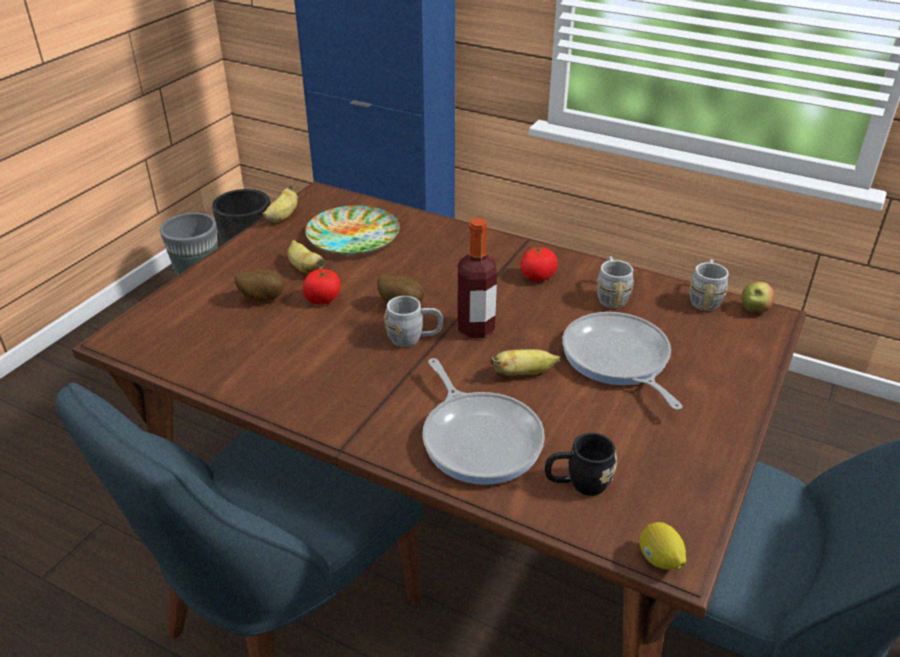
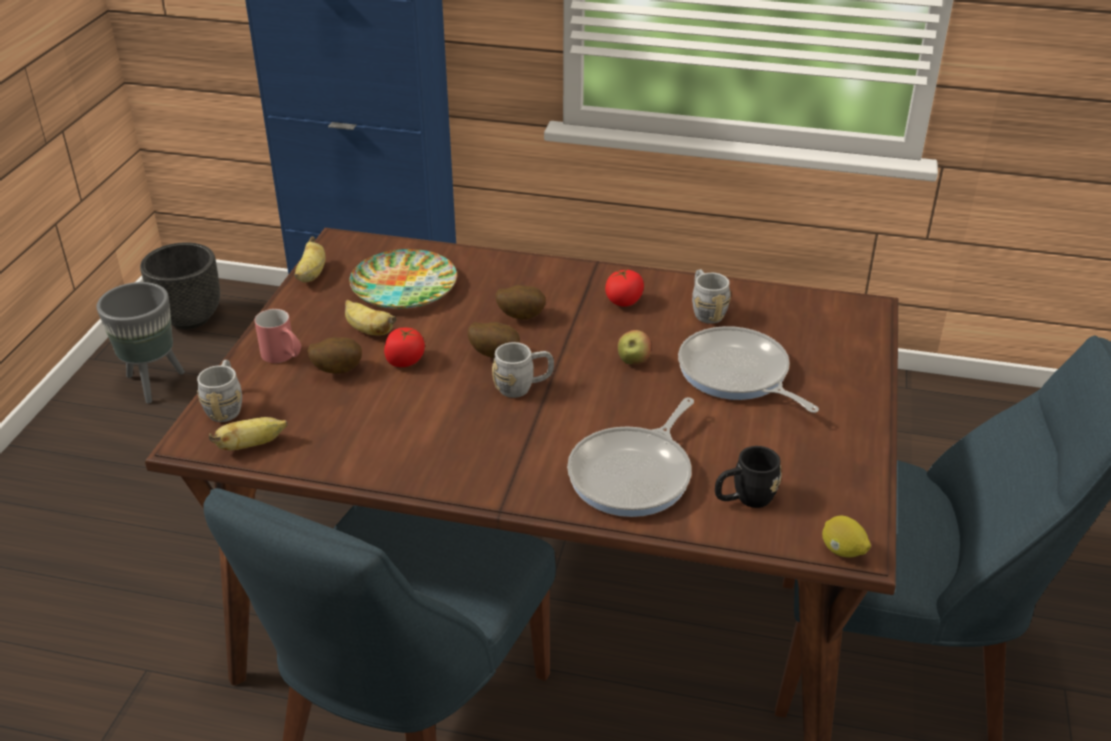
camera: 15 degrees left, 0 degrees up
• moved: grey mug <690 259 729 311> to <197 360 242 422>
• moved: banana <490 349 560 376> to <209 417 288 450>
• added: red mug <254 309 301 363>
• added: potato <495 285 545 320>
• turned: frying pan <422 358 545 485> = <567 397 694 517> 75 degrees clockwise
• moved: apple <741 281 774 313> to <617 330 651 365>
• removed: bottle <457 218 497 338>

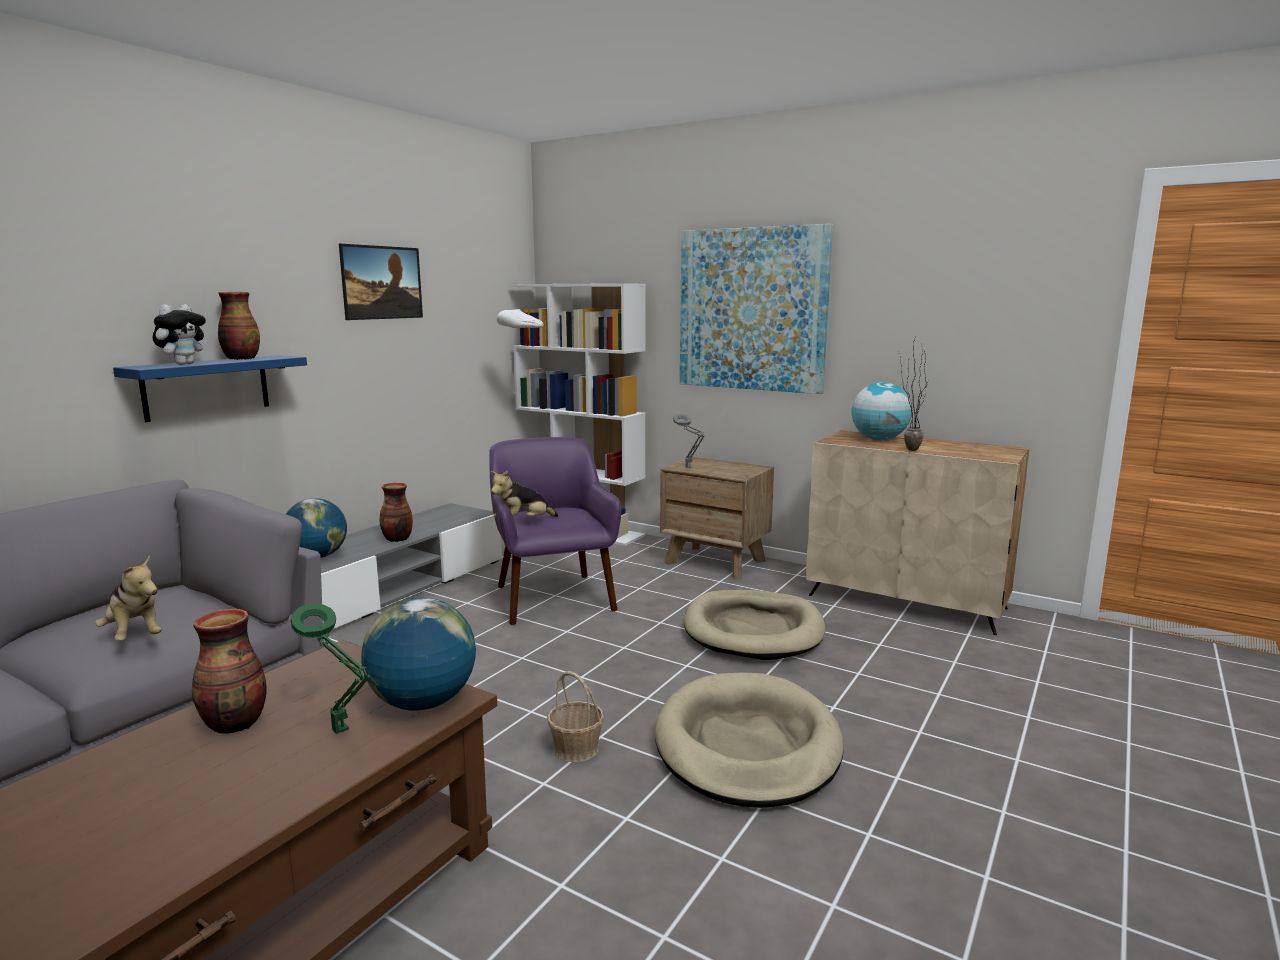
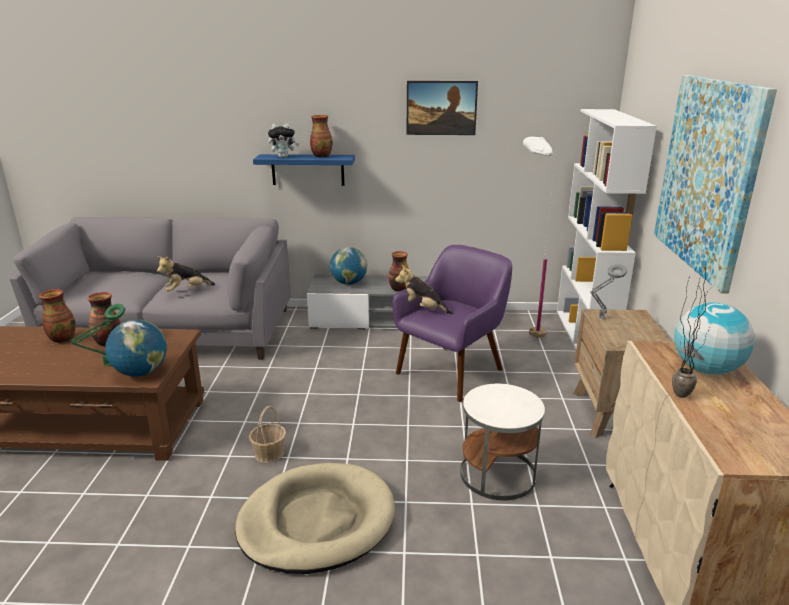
camera: 60 degrees right, 10 degrees up
• added: vase <39 289 75 343>
• turned: plush toy <95 555 162 641> = <157 256 215 292> 45 degrees clockwise
• replaced: beige dog bed <684 590 825 660> to white side table <460 384 545 500>

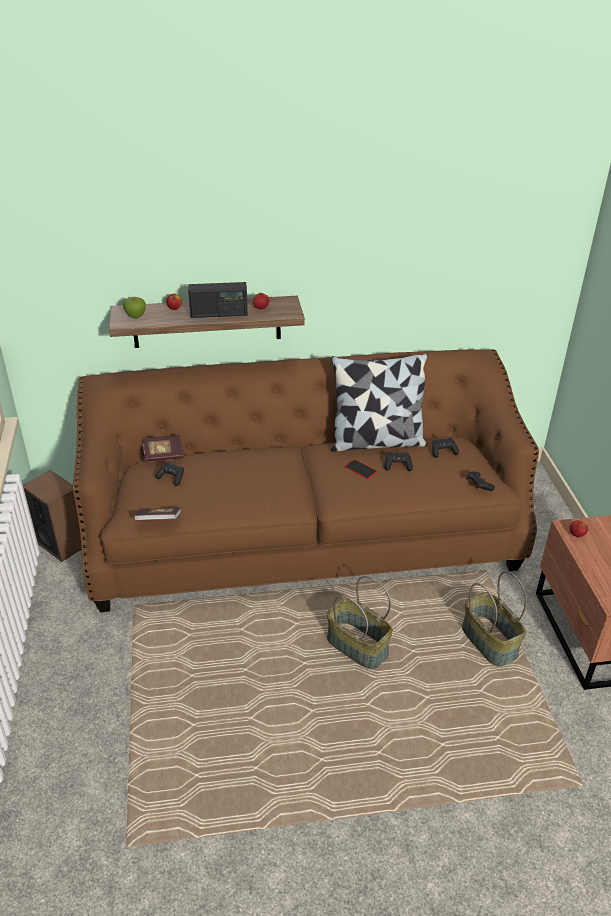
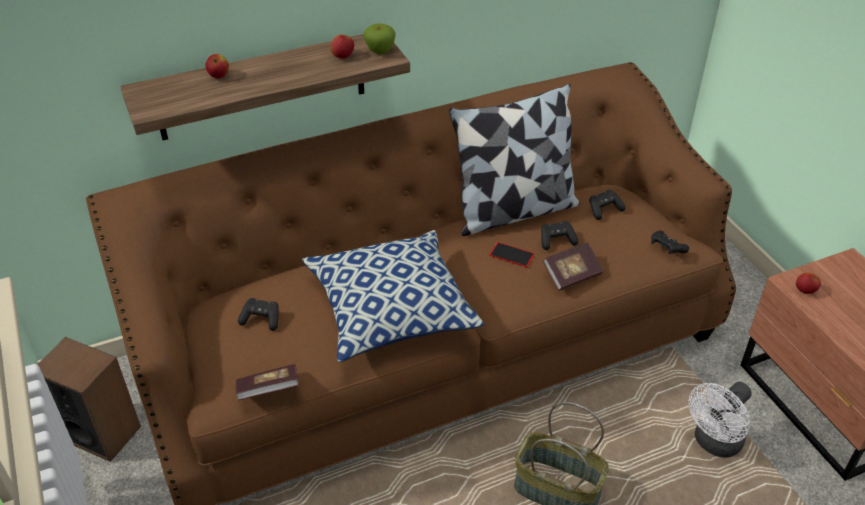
camera: 15 degrees left, 5 degrees up
• added: pillow <302 230 484 362>
• moved: apple <123 297 146 319> to <363 24 396 55>
• moved: book <142 435 184 462> to <543 242 603 291>
• replaced: basket <462 571 527 667> to white fan <689 382 752 458>
• removed: radio <188 282 248 318>

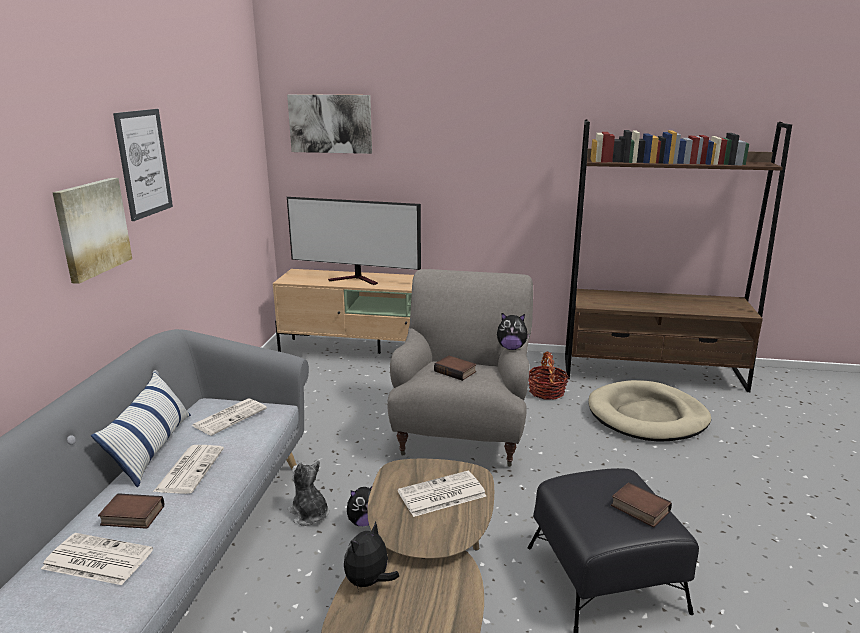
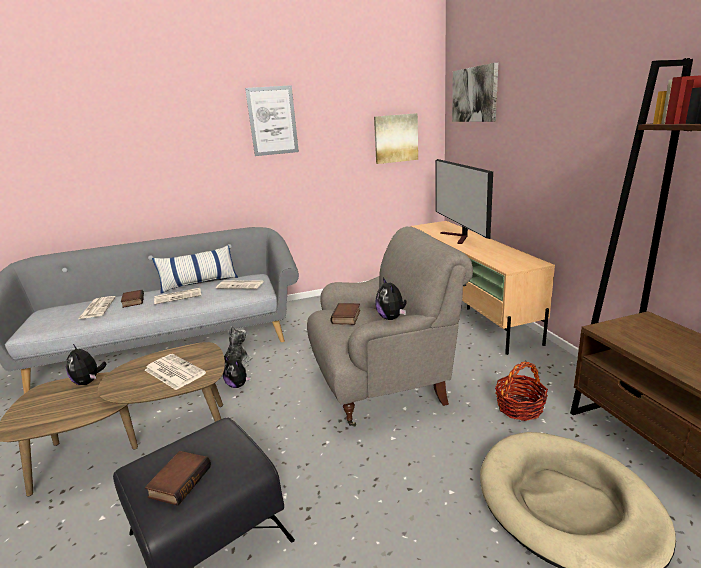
camera: 65 degrees right, 0 degrees up
• turned: plush toy <344 521 399 588> = <66 344 106 385> 135 degrees counterclockwise
• moved: picture <53 178 132 284> to <374 113 418 164>

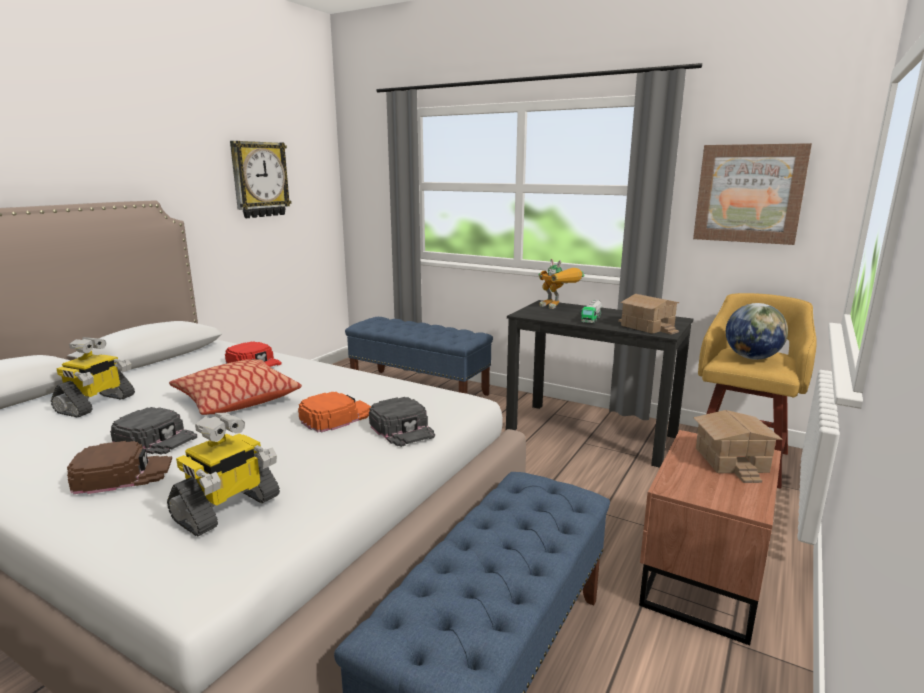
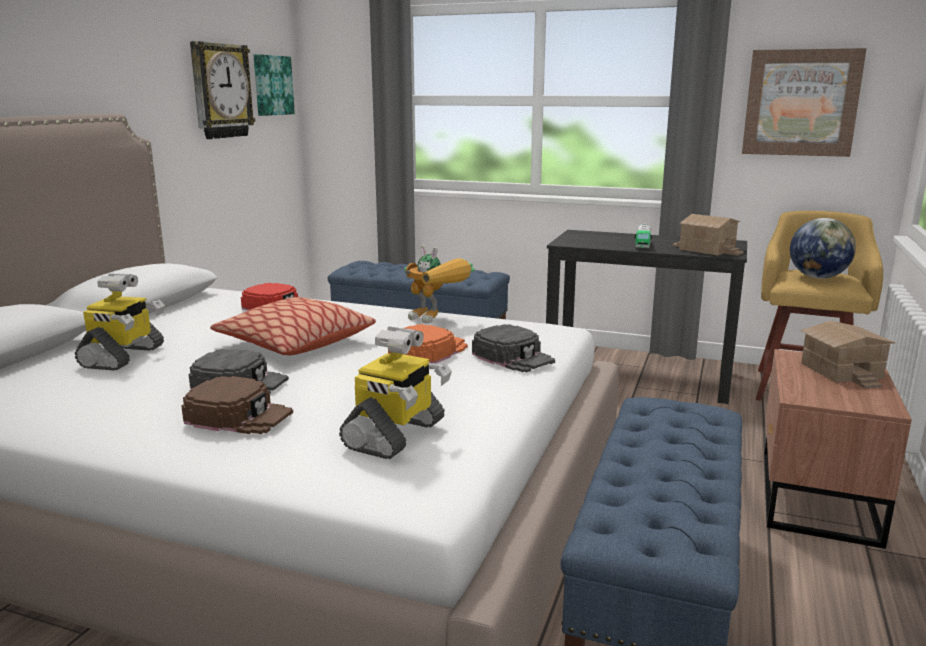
camera: 10 degrees left, 0 degrees up
• turned: brown cap <67 441 172 494> = <181 376 293 434> 45 degrees clockwise
• added: picture <254 54 295 116>
• moved: toy robot <538 259 585 309> to <404 245 475 324>

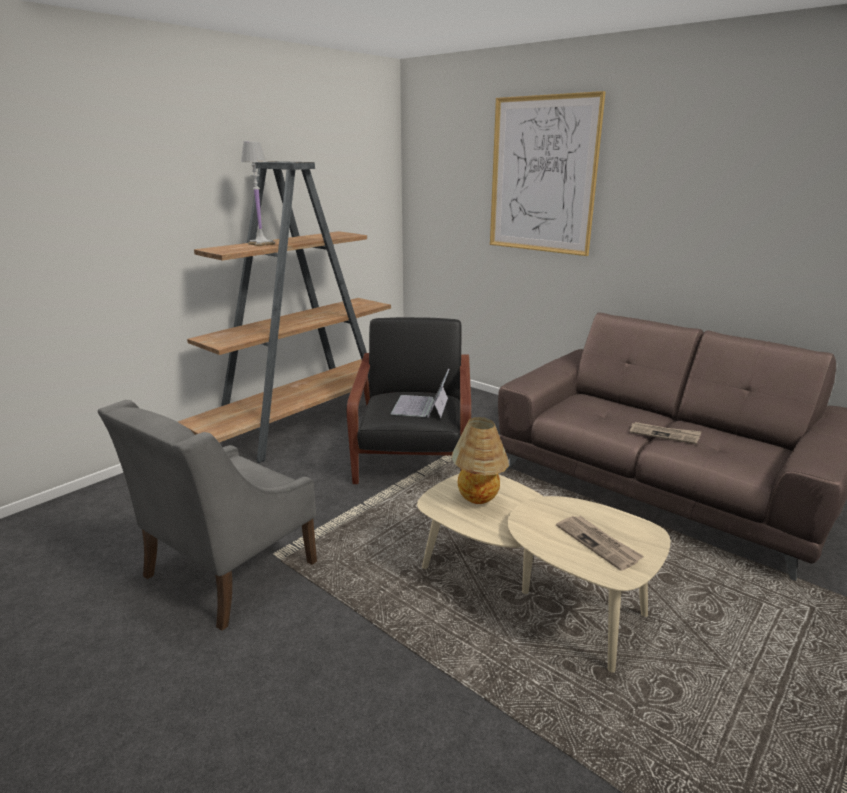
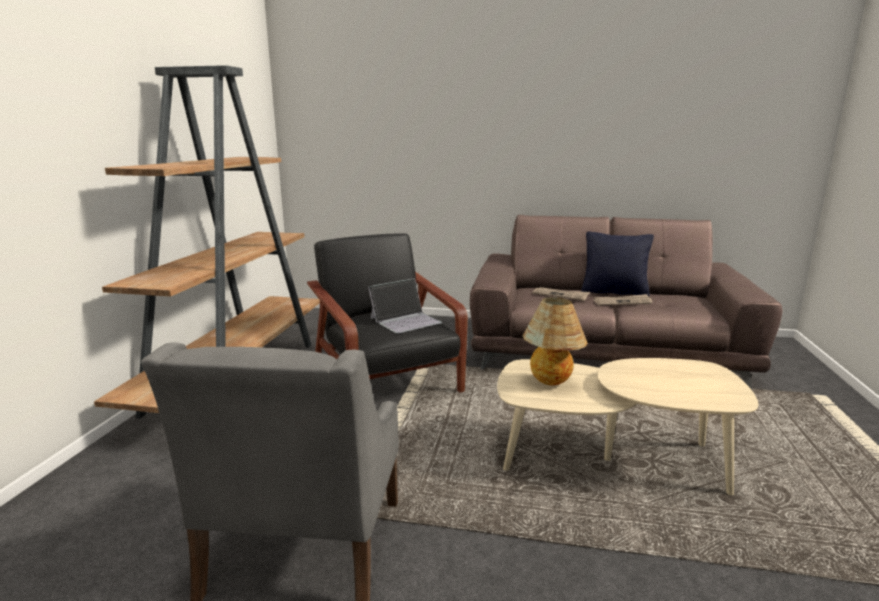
camera: 30 degrees left, 5 degrees down
• turned: laptop <391 368 450 418> = <368 278 442 334> 105 degrees counterclockwise
• moved: newspaper <556 516 644 571> to <532 287 590 301>
• added: black pillow <581 231 654 297>
• removed: white table lamp <240 141 275 246>
• removed: picture <490 91 606 256>

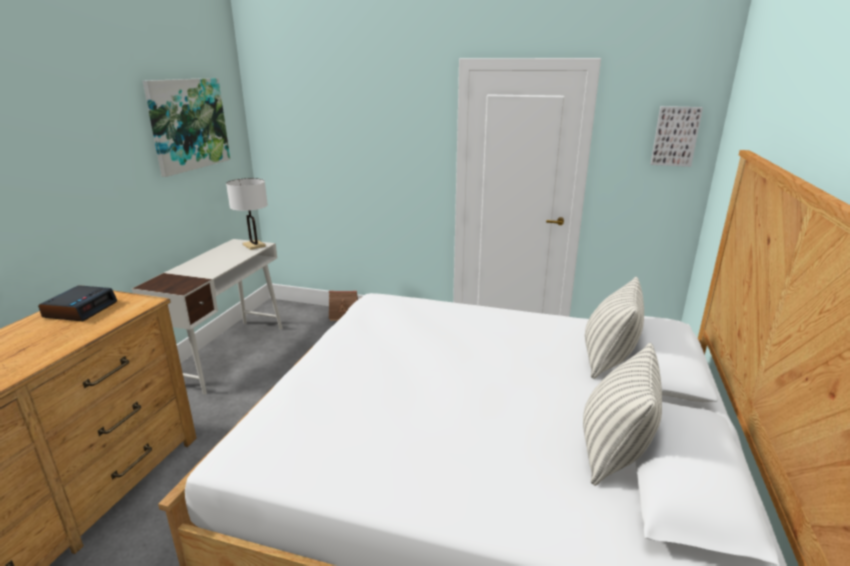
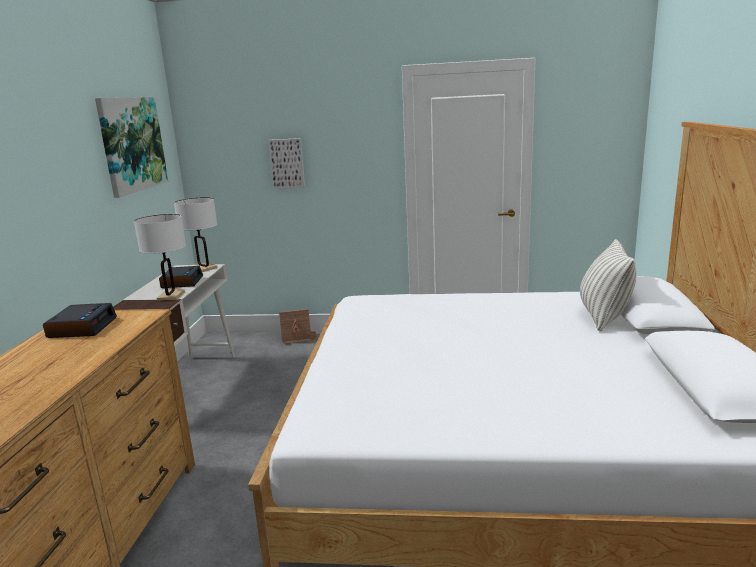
camera: 10 degrees left, 5 degrees down
• added: white table lamp <134 214 186 301>
• added: alarm clock <159 266 203 288>
• moved: picture <651 106 703 167> to <268 138 305 189>
• removed: pillow <583 343 662 486>

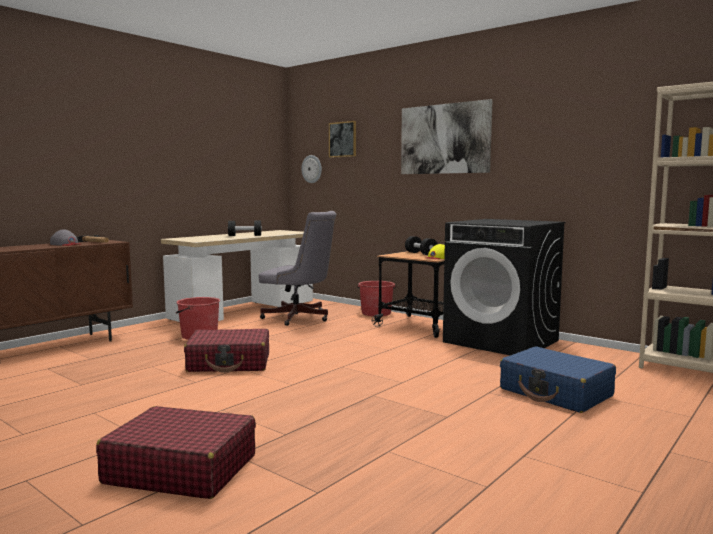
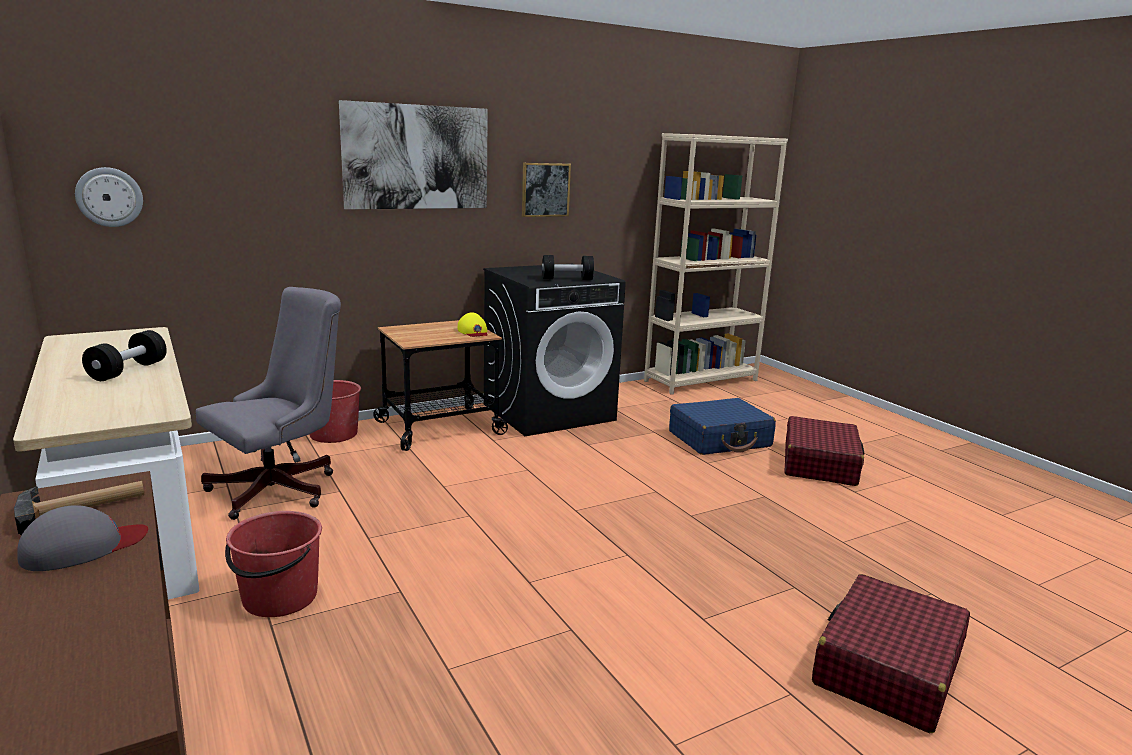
camera: 70 degrees left, 10 degrees up
• moved: picture <329 121 356 158> to <522 163 571 217>
• moved: black dumbbell <405 236 438 255> to <542 255 594 280>
• moved: red suitcase <184 329 269 373> to <785 416 864 486>

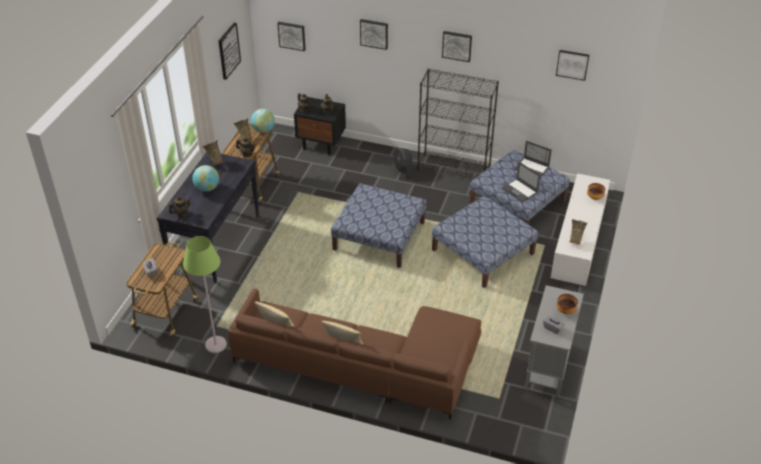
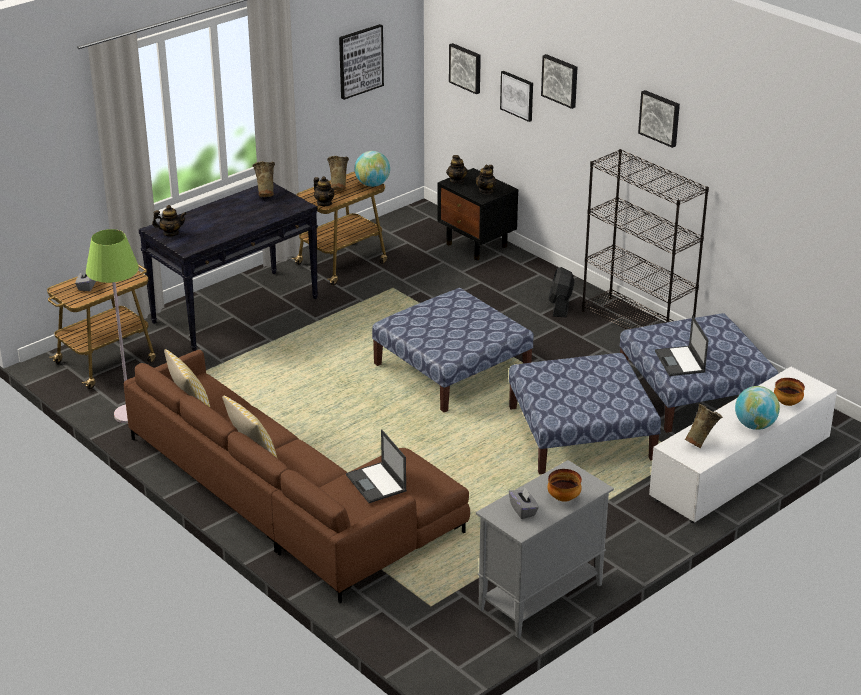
camera: 30 degrees right, 10 degrees down
• moved: laptop <515 141 552 178> to <346 429 407 503>
• moved: picture <556 50 589 81> to <500 71 533 122>
• moved: globe <192 165 219 192> to <735 386 780 430>

